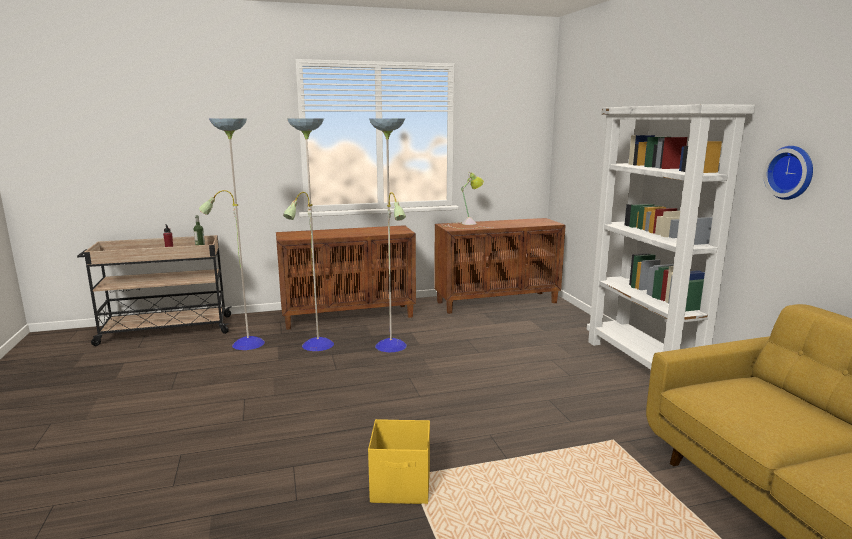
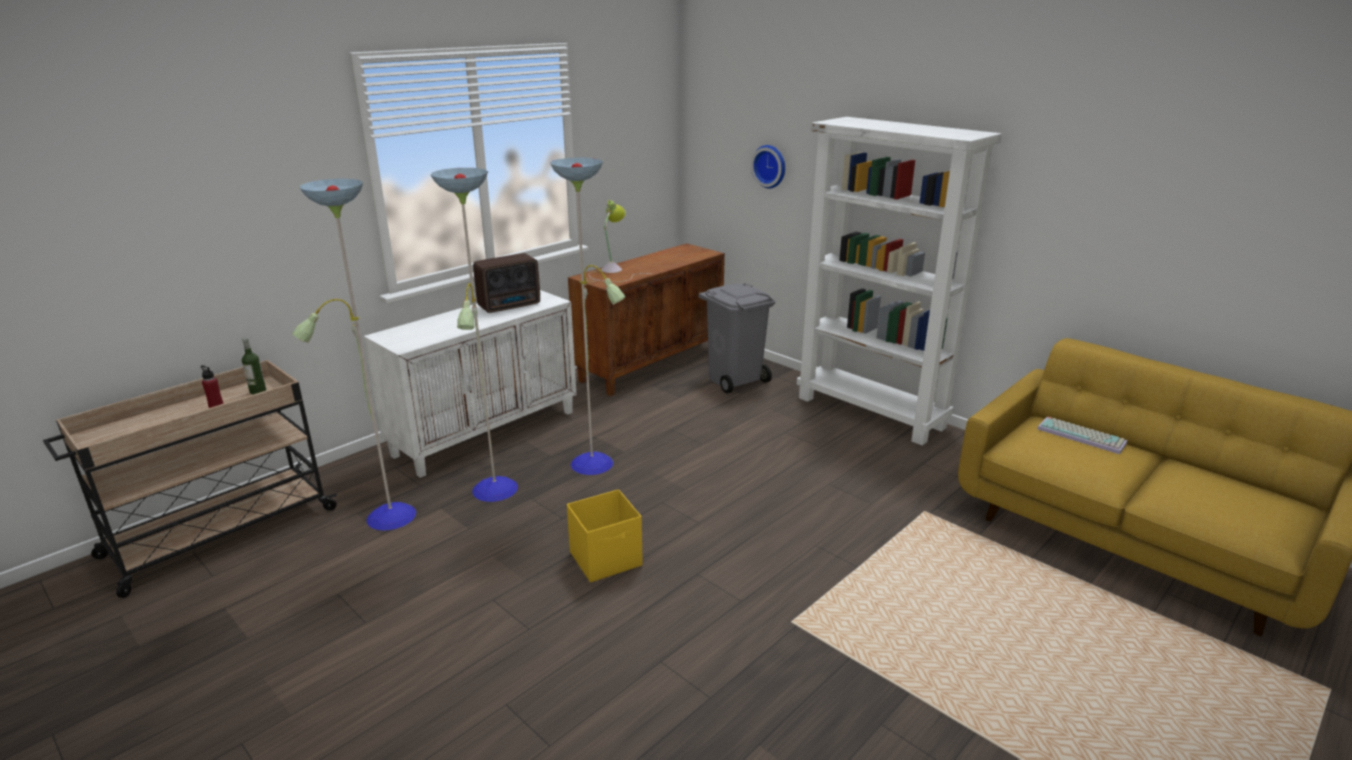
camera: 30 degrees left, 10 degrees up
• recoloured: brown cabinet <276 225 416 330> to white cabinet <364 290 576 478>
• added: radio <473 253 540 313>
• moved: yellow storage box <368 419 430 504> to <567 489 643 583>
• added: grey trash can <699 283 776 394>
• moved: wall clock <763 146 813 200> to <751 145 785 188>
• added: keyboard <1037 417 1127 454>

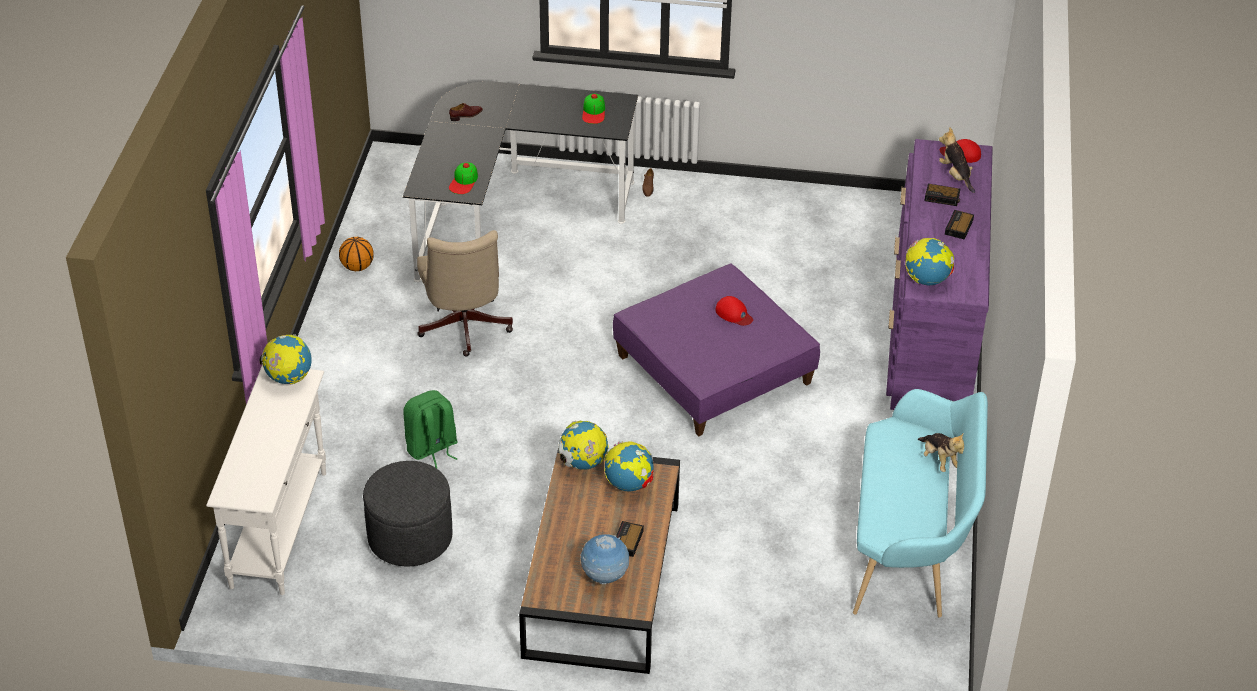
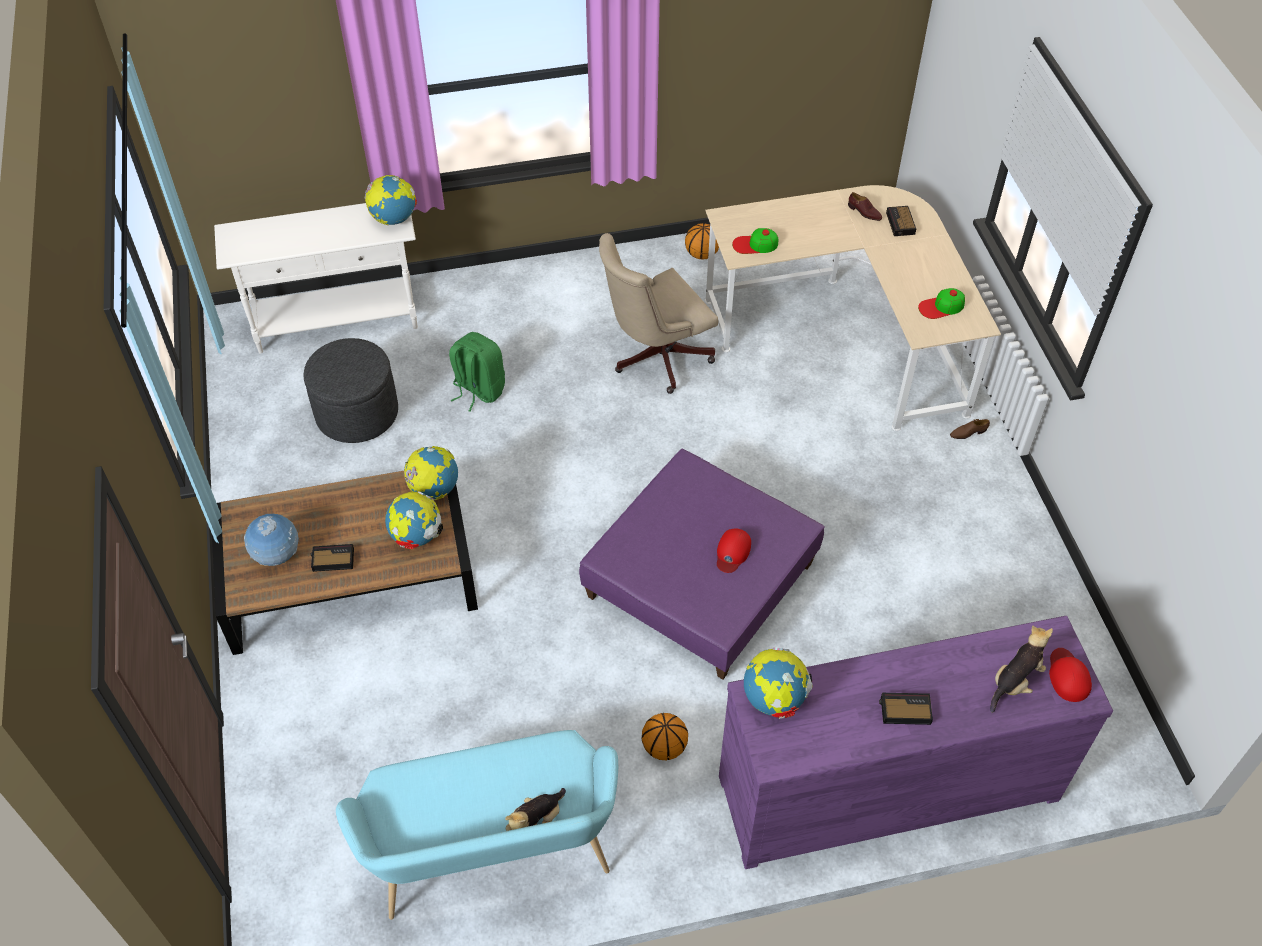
camera: 70 degrees right, 10 degrees up
• added: basketball <642 713 688 760>
• recoloured: black desk <403 81 638 282> to beige desk <704 185 1001 431>
• moved: alarm clock <925 184 960 206> to <886 206 916 236>

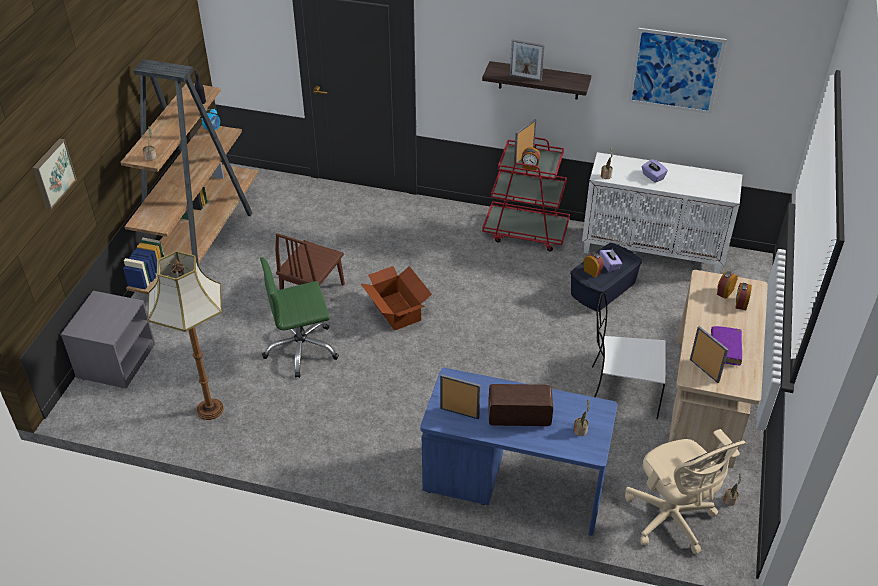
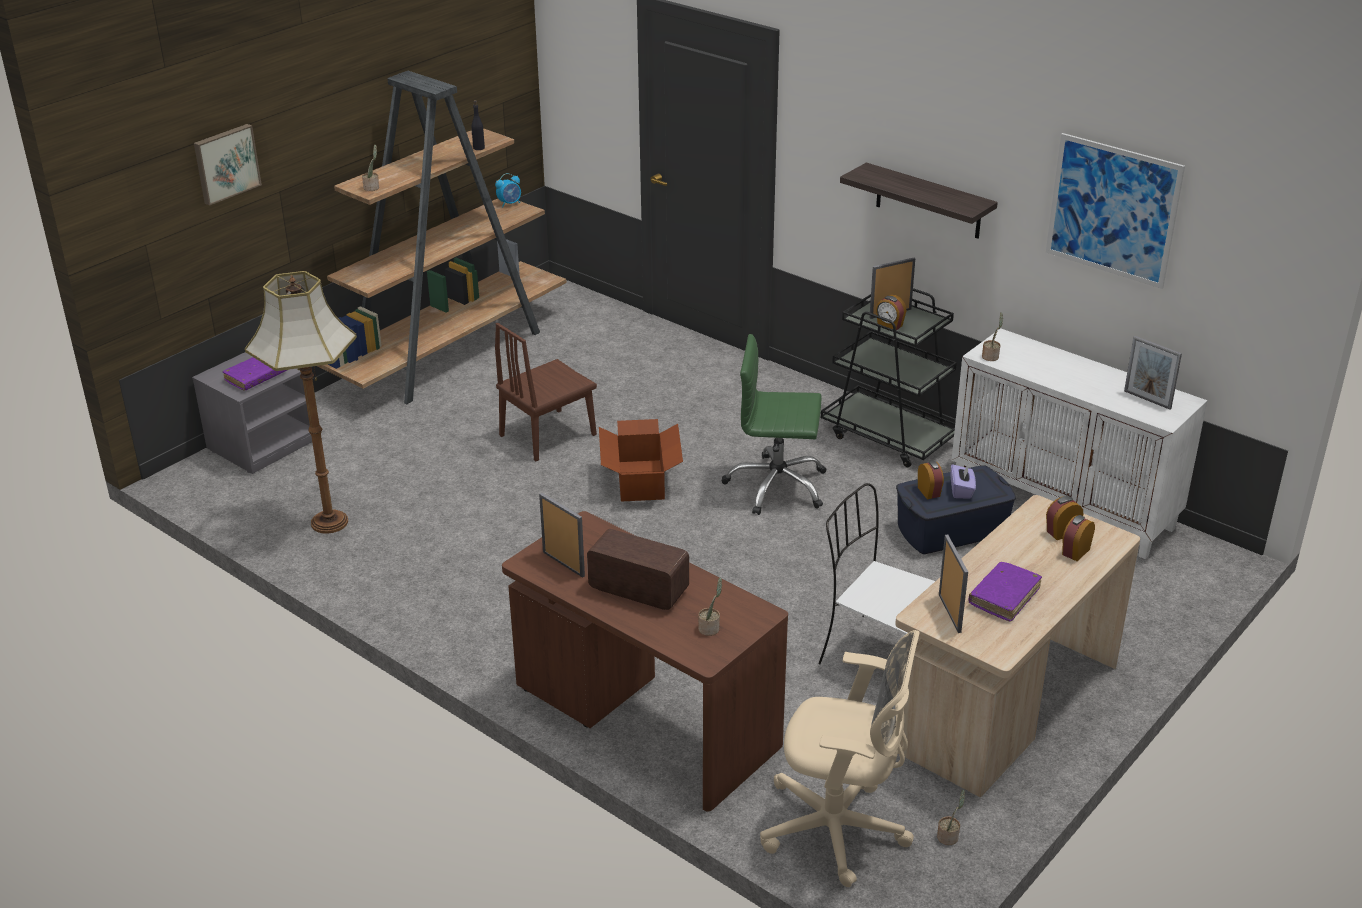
camera: 25 degrees right, 10 degrees down
• added: purple book <223 357 287 390>
• recoloured: blue desk <420 368 617 536> to brown desk <502 511 788 812>
• moved: green office chair <260 257 339 378> to <722 334 826 515>
• turned: beige office chair <625 429 746 554> = <760 630 920 887> 75 degrees counterclockwise
• recoloured: red cart <482 137 570 252> to black cart <821 288 957 467>
• moved: picture frame <510 39 545 81> to <1124 336 1182 410>
• removed: purple tissue box <642 159 668 183>

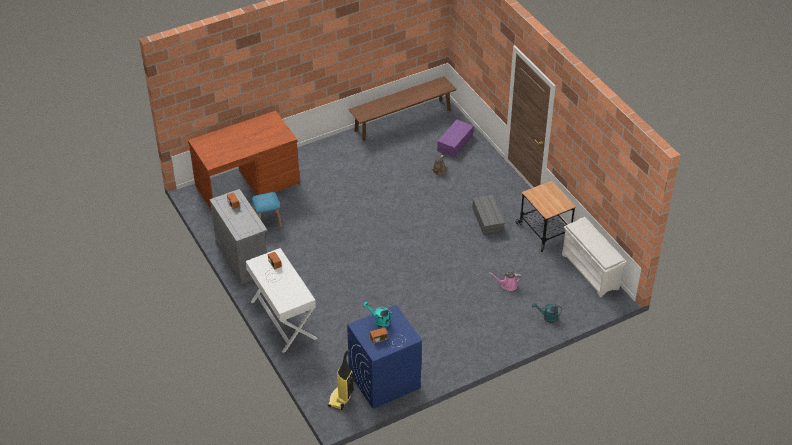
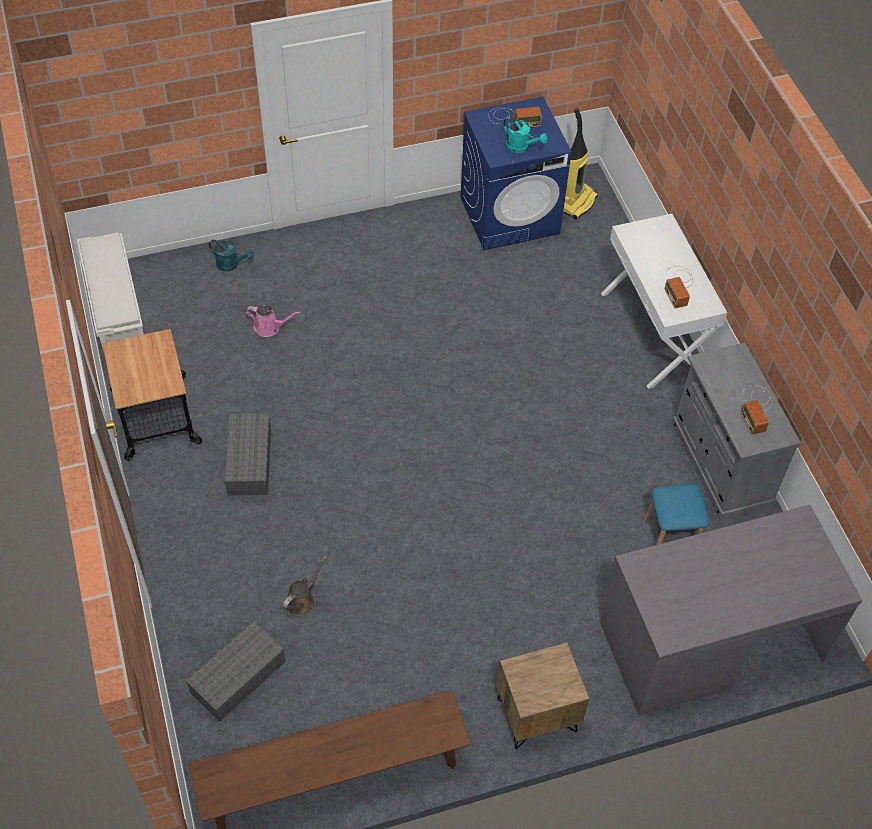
camera: 170 degrees left, 10 degrees up
• recoloured: purple storage box <437 120 474 157> to grey storage box <186 621 285 721>
• added: brown nightstand <497 643 589 749>
• recoloured: brown desk <188 111 300 210> to grey desk <600 505 862 715>

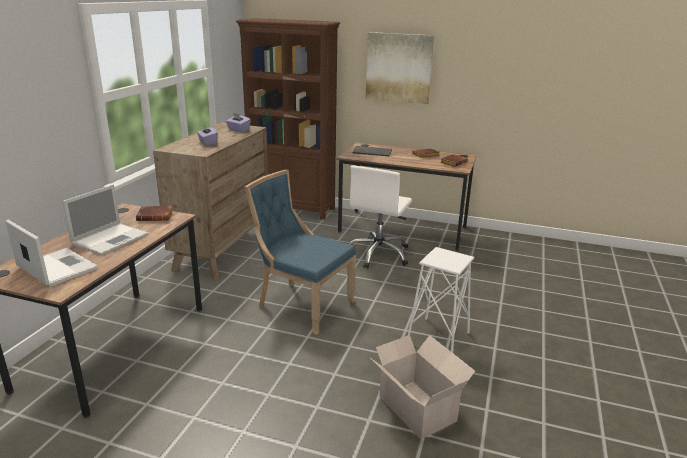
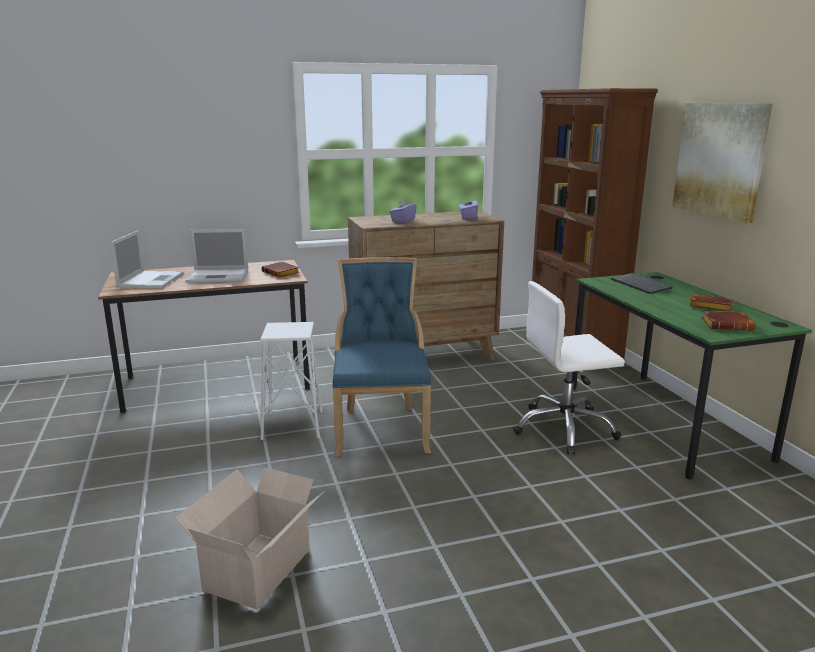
camera: 55 degrees right, 5 degrees down
• moved: white stool <408 247 474 353> to <260 322 323 440>
• recoloured: brown desk <337 142 477 251> to green desk <572 272 812 479>

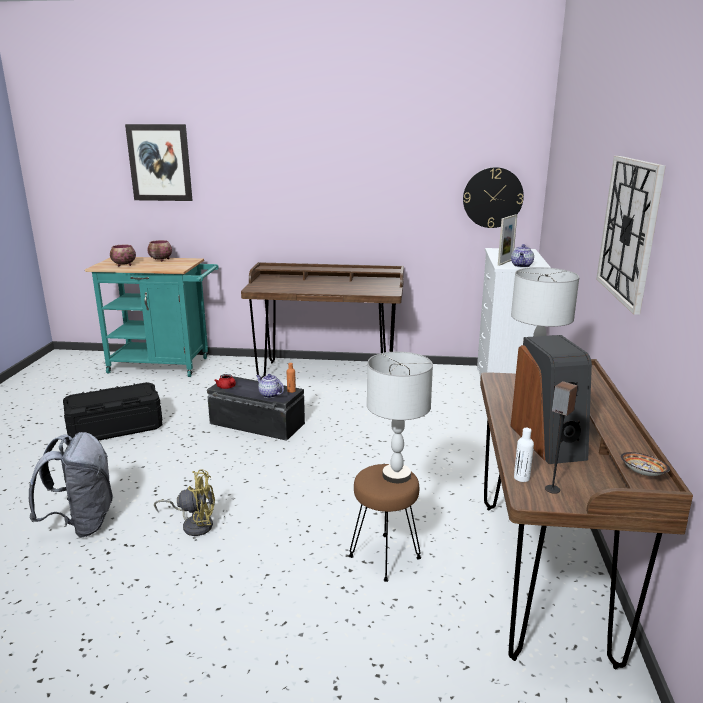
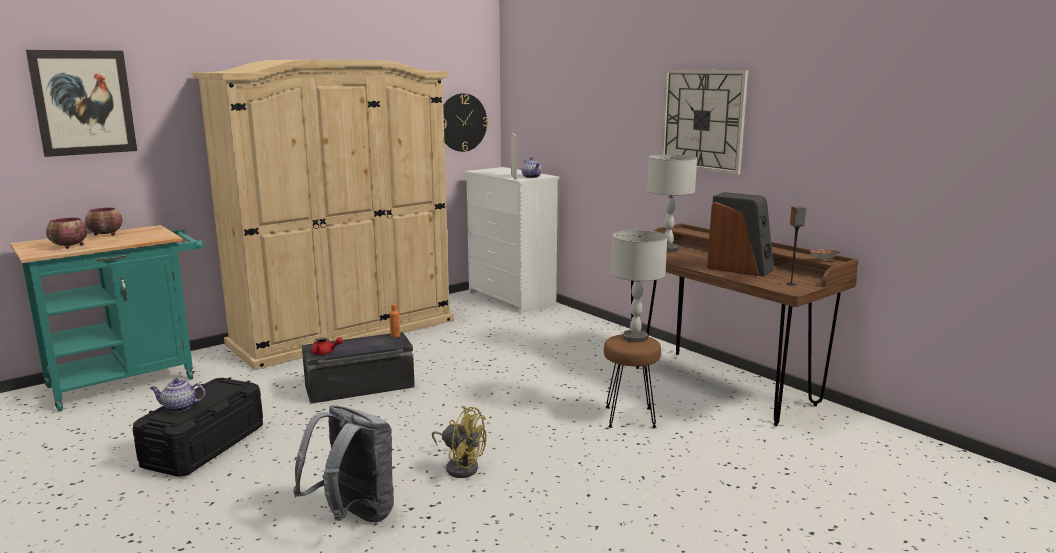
camera: 45 degrees left, 5 degrees down
• moved: teapot <256 374 284 398> to <150 379 205 412>
• replaced: brown desk <241 262 404 378> to beige wardrobe <193 60 454 370>
• turned: yellow fan <154 469 215 536> = <432 406 487 478> 75 degrees clockwise
• removed: white bottle <514 428 534 482>

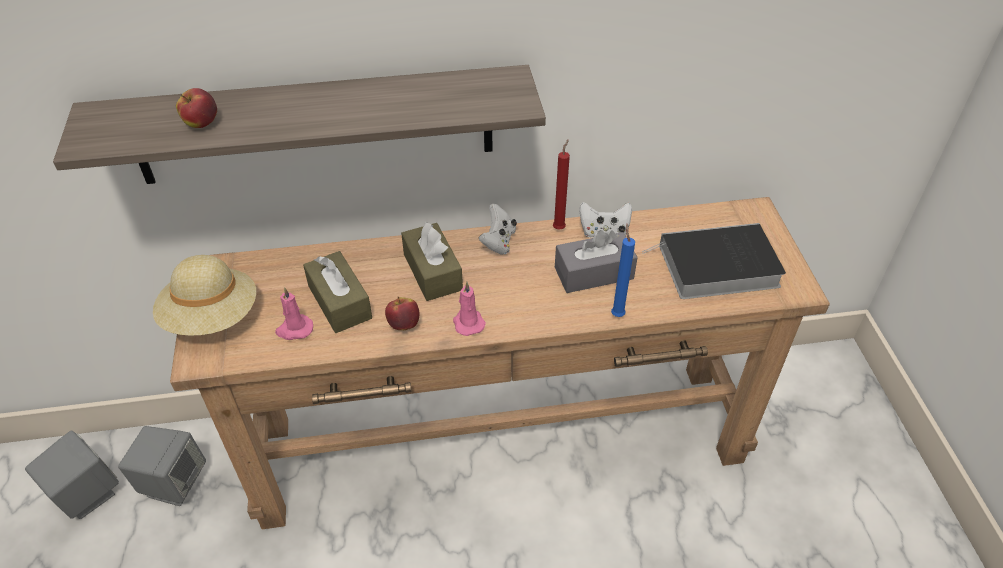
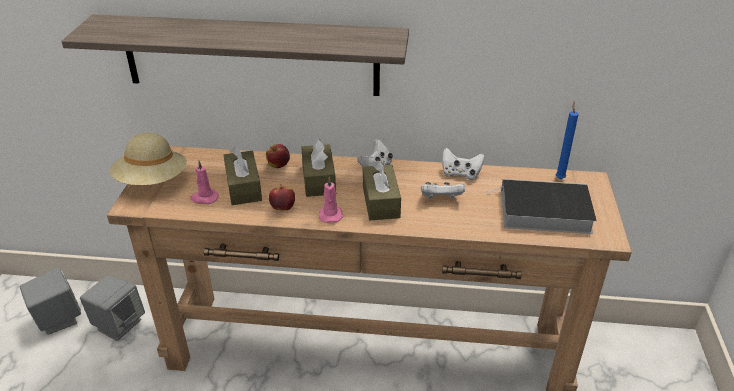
camera: 15 degrees right, 10 degrees down
• moved: apple <176 88 217 128> to <266 144 290 168>
• added: brown tissue box <363 160 401 220>
• replaced: grey tissue box <555 230 638 293> to white game controller <421 182 465 199>
• moved: blue candle <611 224 635 317> to <556 101 579 179>
• removed: red candle <553 139 570 229>

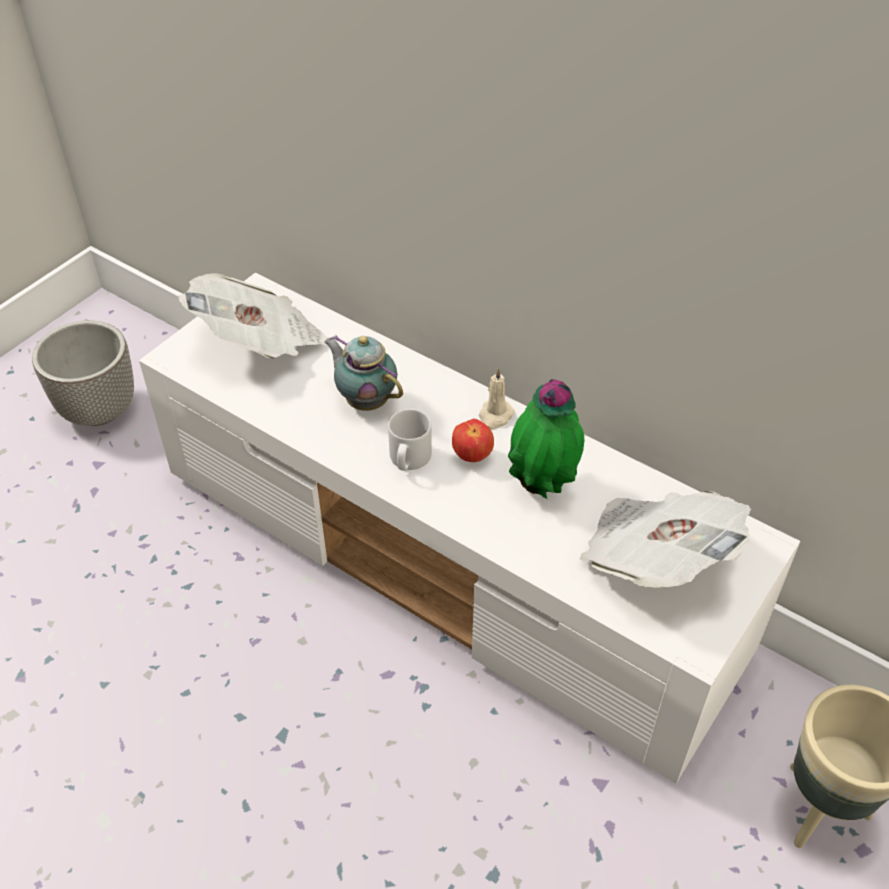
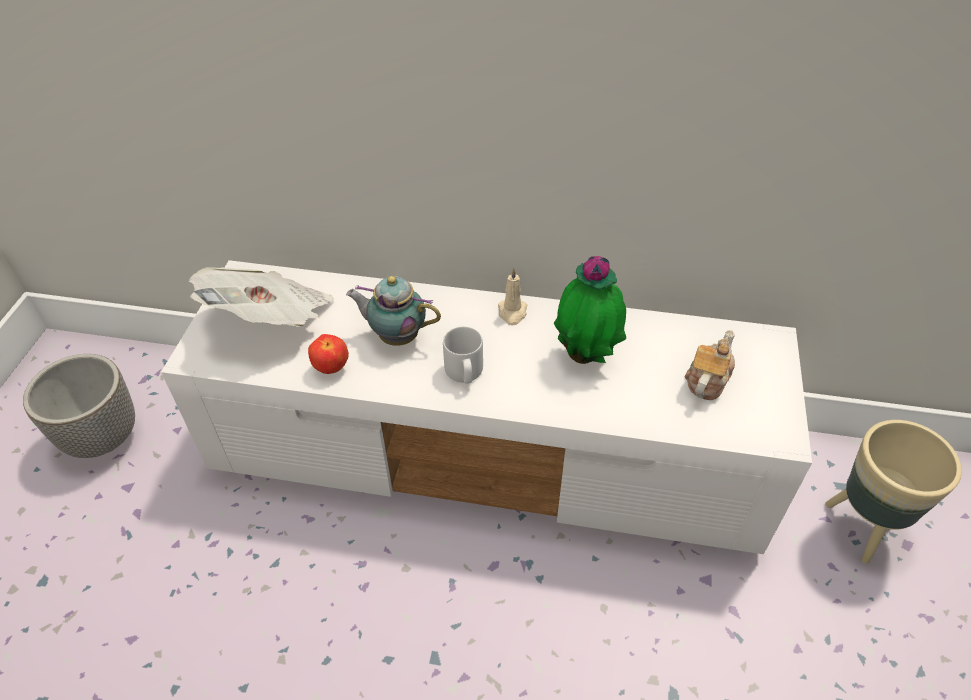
camera: 25 degrees left, 0 degrees up
• moved: apple <452 419 494 462> to <308 334 349 374>
• replaced: newspaper <580 491 751 588> to teapot <685 331 735 400>

